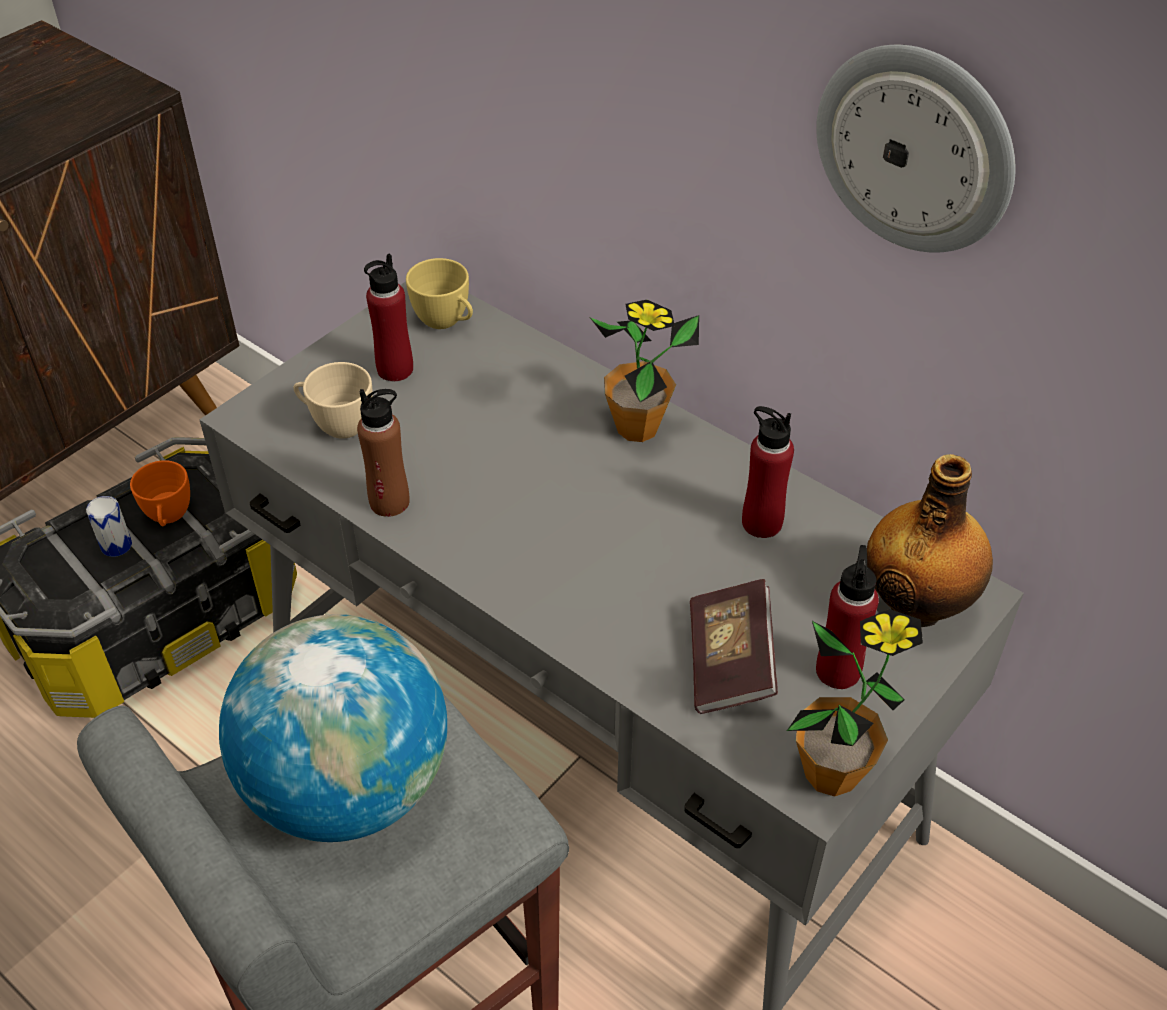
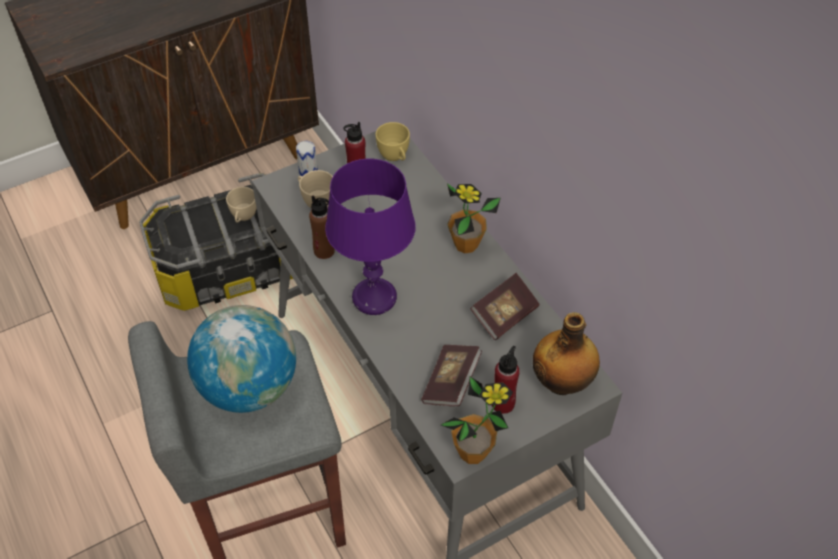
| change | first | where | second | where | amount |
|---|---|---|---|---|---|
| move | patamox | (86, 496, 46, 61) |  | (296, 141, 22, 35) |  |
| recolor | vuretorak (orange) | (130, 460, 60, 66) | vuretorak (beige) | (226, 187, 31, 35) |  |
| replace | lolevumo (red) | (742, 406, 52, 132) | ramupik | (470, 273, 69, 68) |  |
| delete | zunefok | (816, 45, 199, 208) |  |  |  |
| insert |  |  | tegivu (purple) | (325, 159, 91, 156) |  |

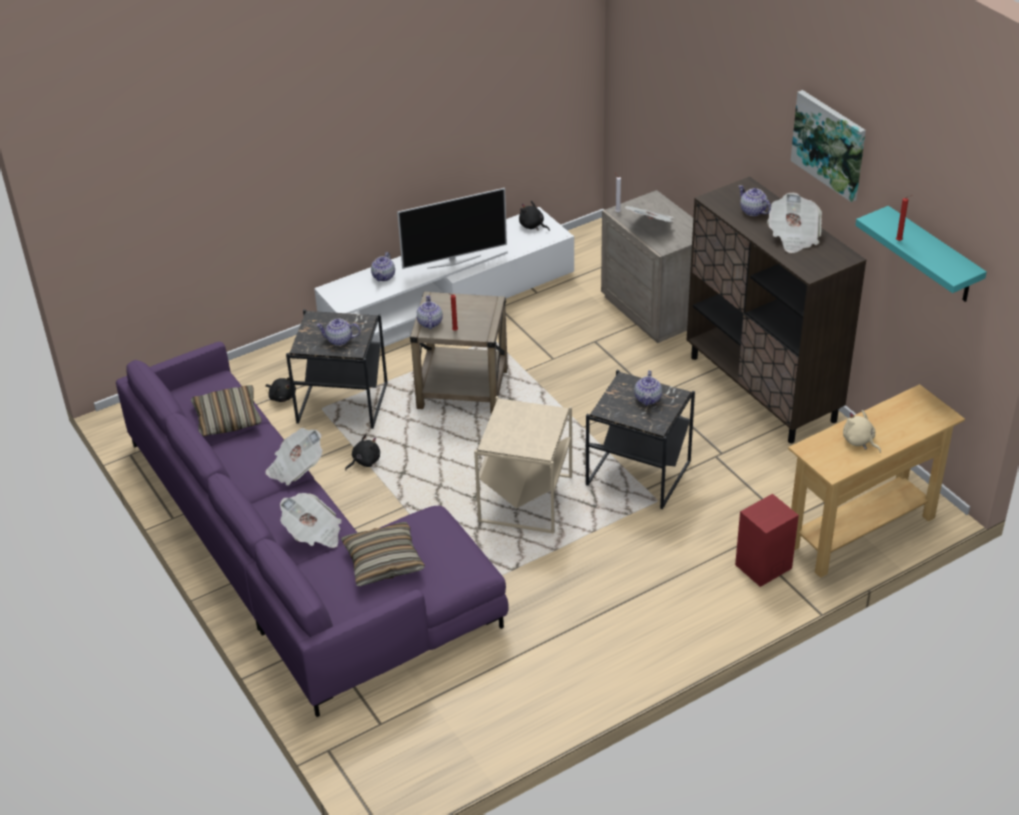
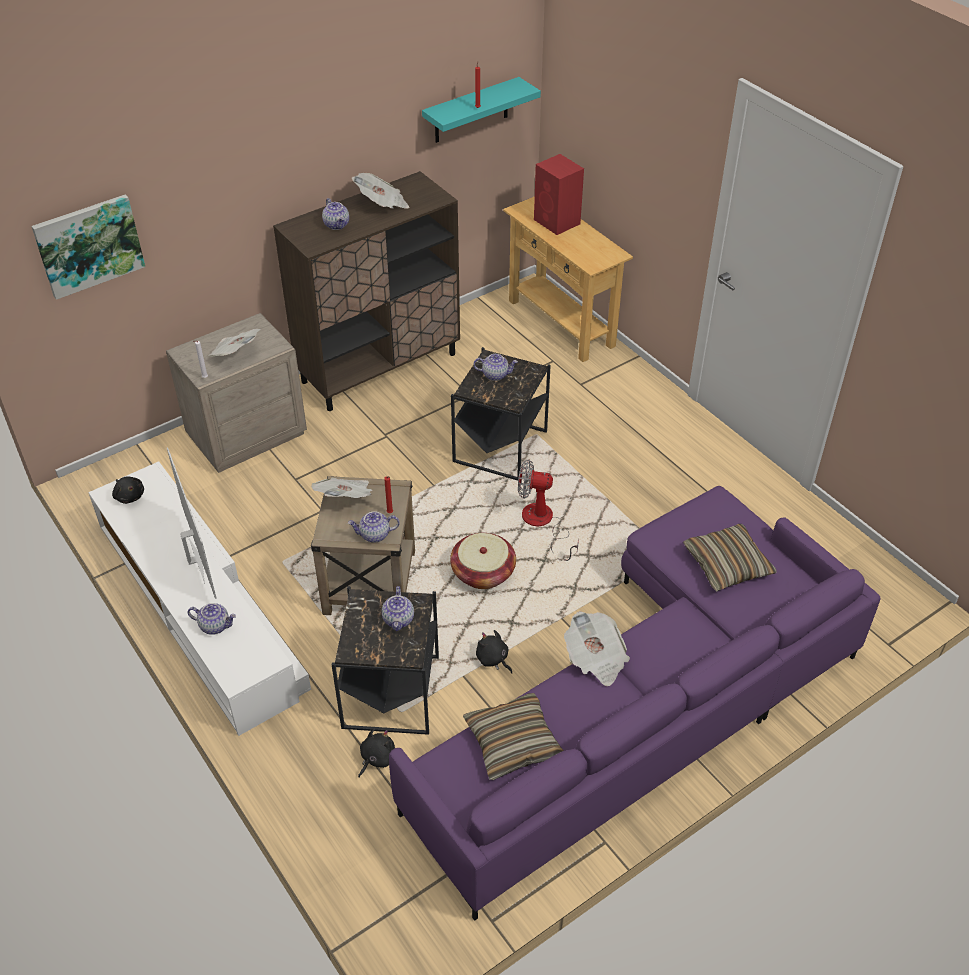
| change | first | where | second | where | amount |
|---|---|---|---|---|---|
| move | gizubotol | (280, 493, 62, 55) |  | (311, 478, 61, 20) |  |
| replace | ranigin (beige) | (474, 396, 98, 138) | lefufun | (518, 459, 61, 102) |  |
| rotate | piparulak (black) | (519, 201, 31, 30) |  | (112, 477, 32, 27) | 75 degrees counterclockwise |
| move | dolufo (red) | (735, 494, 64, 93) |  | (534, 154, 50, 81) |  |
| rotate | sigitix | (738, 185, 33, 31) |  | (322, 198, 27, 32) | 75 degrees counterclockwise |
| move | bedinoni | (791, 90, 75, 112) |  | (31, 194, 114, 106) |  |
| delete | piparulak (beige) | (843, 410, 38, 43) |  |  |  |
| insert |  |  | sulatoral | (450, 533, 66, 56) |  |

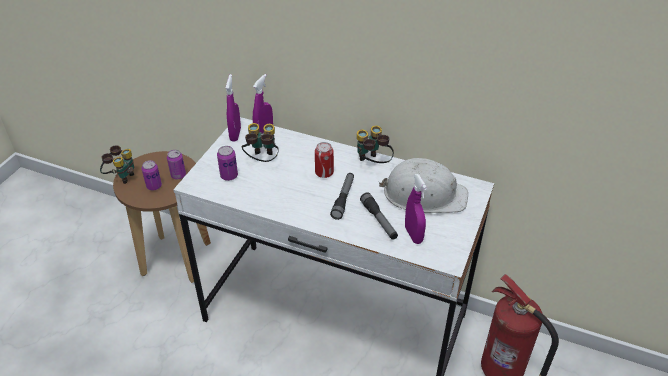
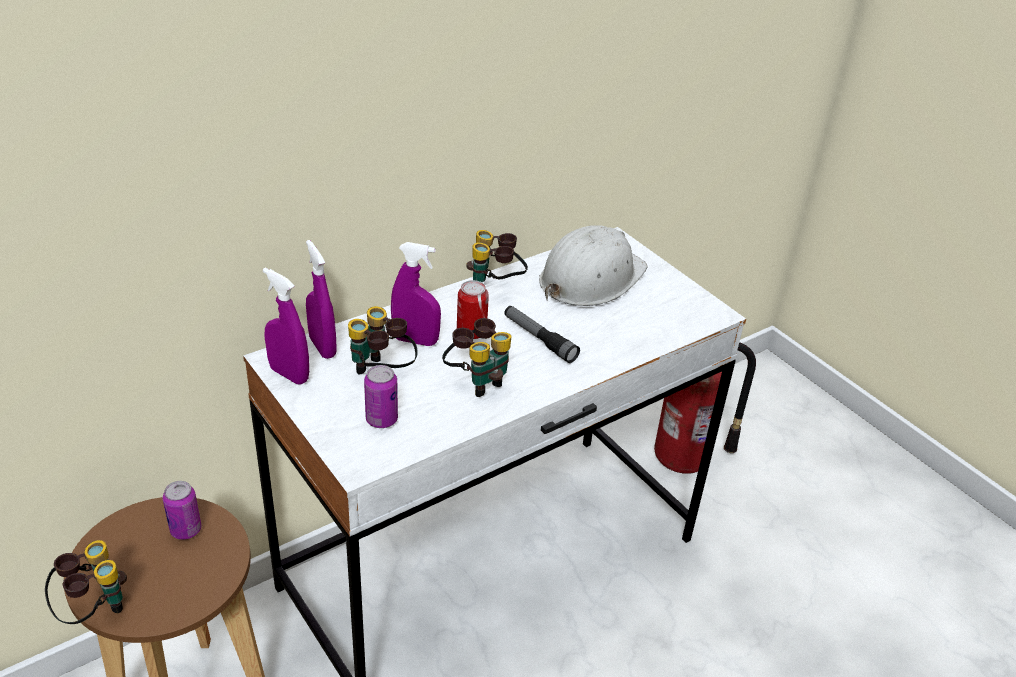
| change | first | where | second | where | amount |
|---|---|---|---|---|---|
| delete | patamox | (142, 160, 20, 30) |  |  |  |
| delete | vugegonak | (360, 192, 38, 48) |  |  |  |
| move | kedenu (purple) | (405, 174, 22, 70) |  | (391, 242, 50, 104) |  |
| insert |  |  | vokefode | (442, 318, 69, 79) |  |

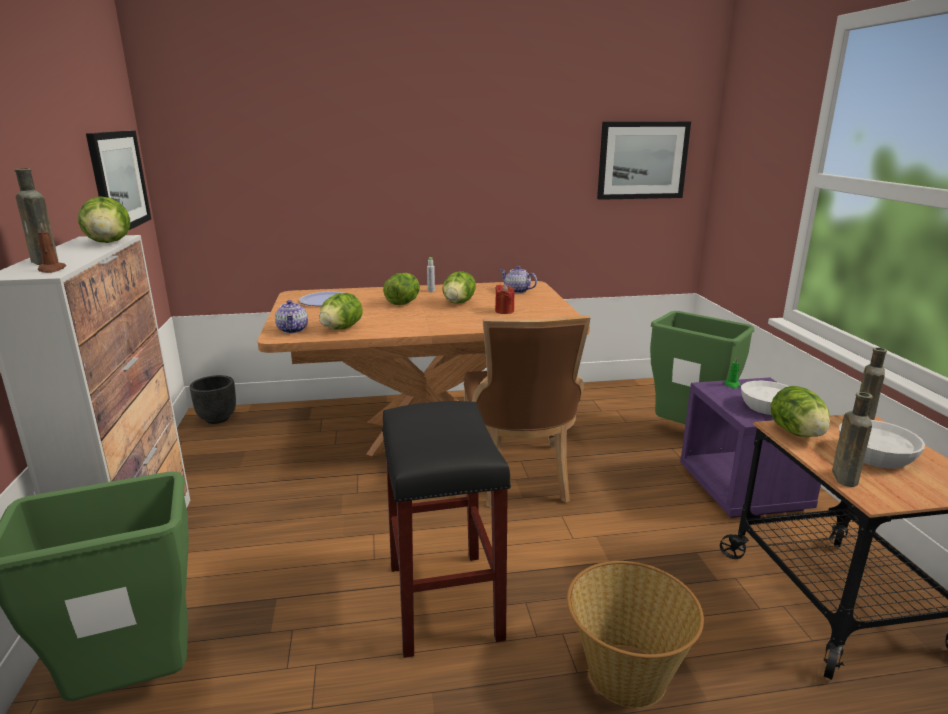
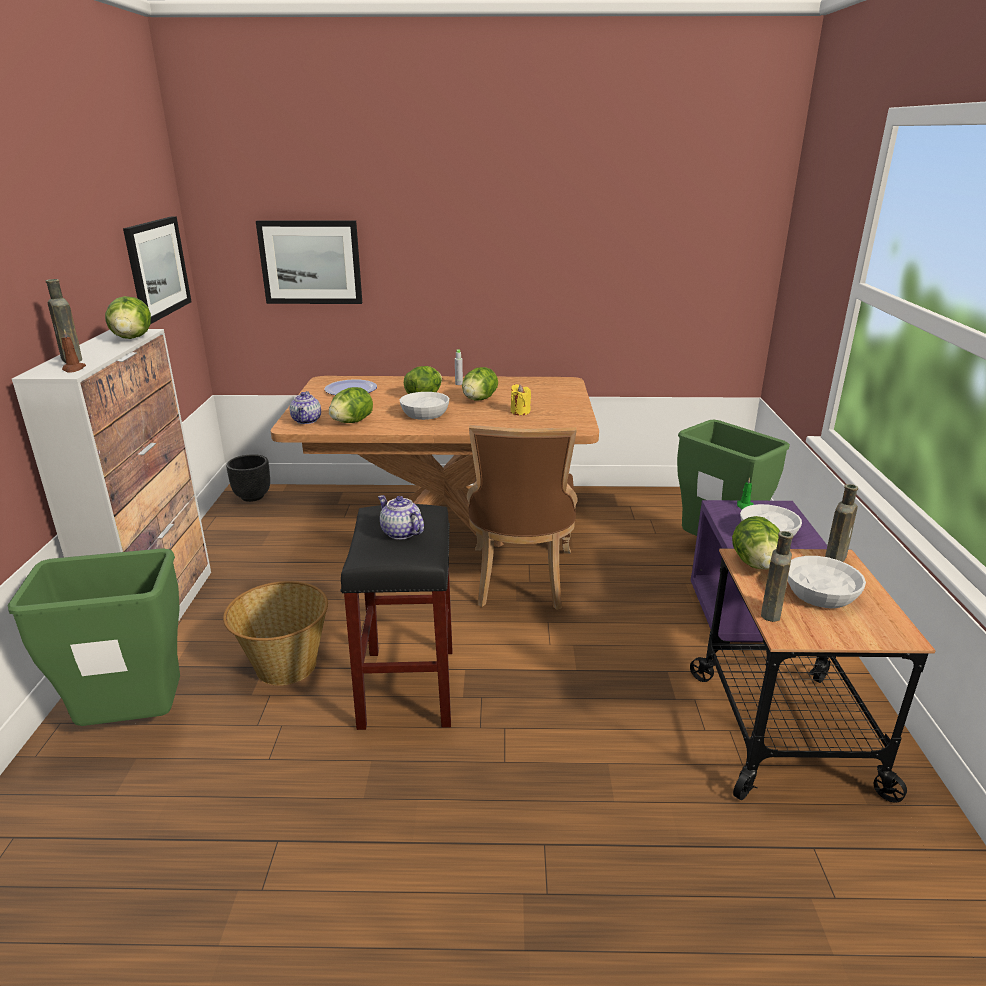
| change | first | where | second | where | amount |
|---|---|---|---|---|---|
| recolor | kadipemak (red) | (495, 284, 20, 30) | kadipemak (yellow) | (511, 384, 20, 31) |  |
| move | sigitix | (500, 266, 37, 27) |  | (378, 495, 46, 45) |  |
| move | sulatoral | (567, 561, 137, 147) |  | (223, 581, 105, 105) |  |
| move | bedinoni | (597, 122, 94, 78) |  | (256, 220, 106, 84) |  |
| insert |  |  | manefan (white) | (400, 392, 49, 28) |  |

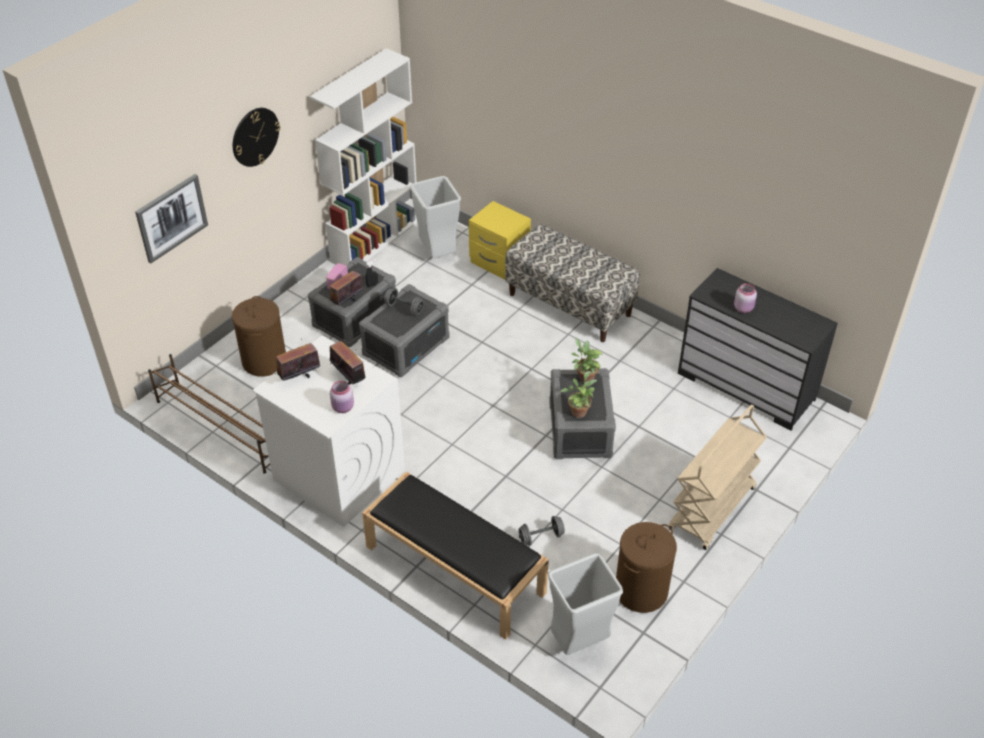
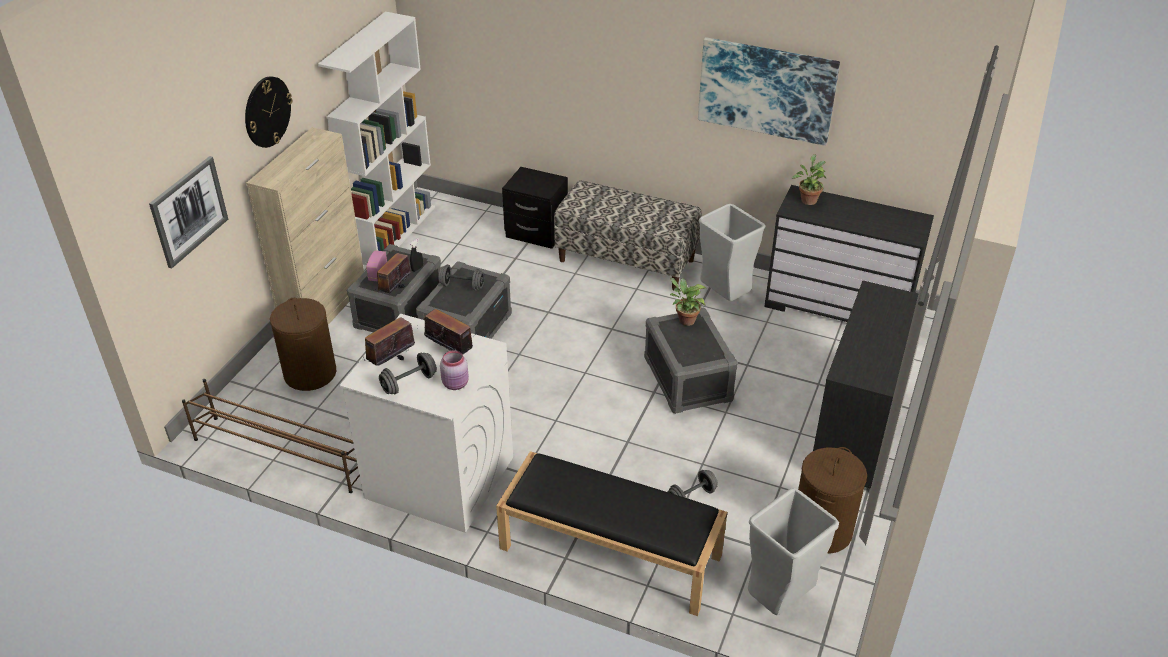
| change | first | where | second | where | amount |
|---|---|---|---|---|---|
| move | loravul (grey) | (410, 176, 51, 82) |  | (699, 204, 66, 97) |  |
| recolor | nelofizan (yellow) | (469, 201, 62, 78) | nelofizan (black) | (502, 167, 66, 82) |  |
| move | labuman | (560, 371, 37, 47) |  | (792, 154, 34, 51) |  |
| replace | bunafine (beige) | (668, 405, 99, 145) | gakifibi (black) | (813, 281, 106, 208) |  |
| delete | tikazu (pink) | (734, 283, 23, 30) |  |  |  |
| insert |  |  | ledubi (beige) | (246, 127, 118, 198) |  |
| insert |  |  | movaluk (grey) | (379, 353, 58, 41) |  |
| insert |  |  | bedinoni | (698, 37, 142, 109) |  |

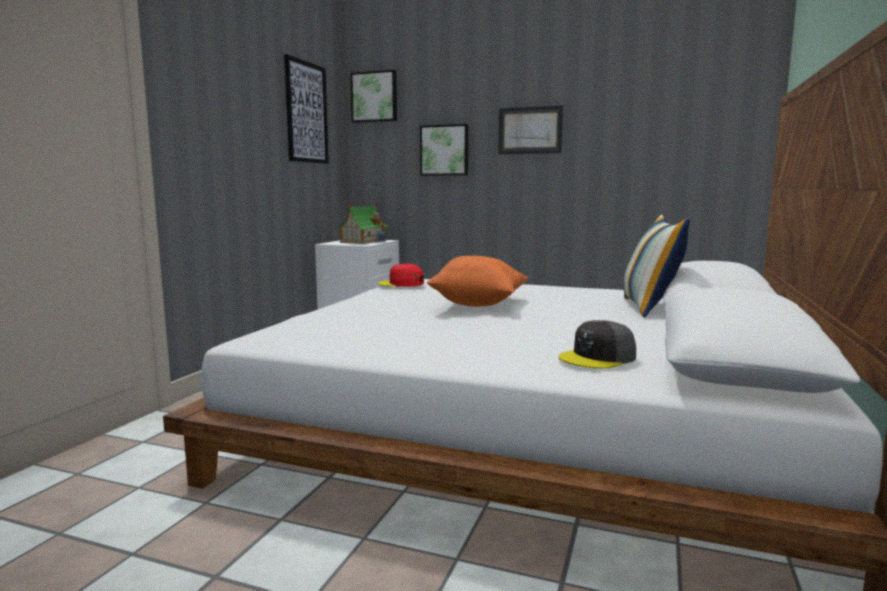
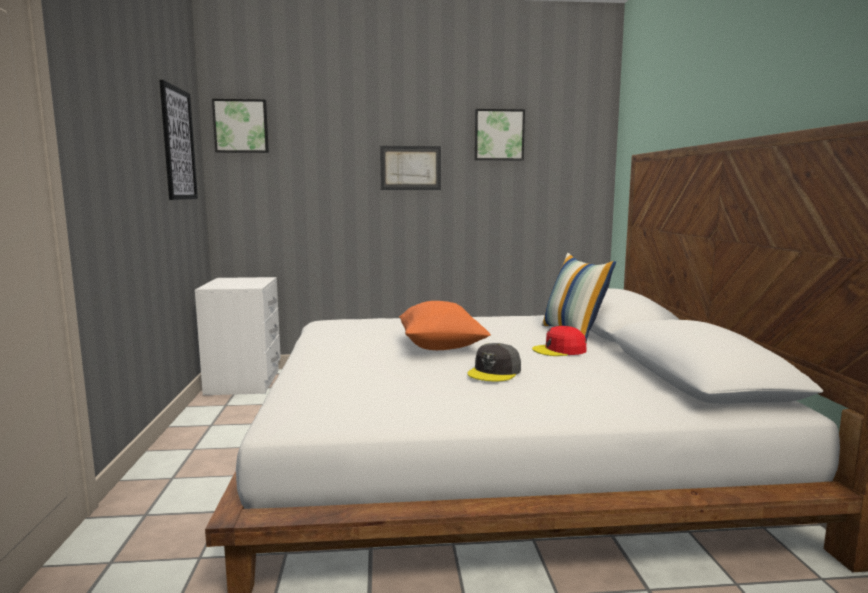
| change | first | where | second | where | amount |
|---|---|---|---|---|---|
| delete | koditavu | (336, 203, 53, 41) |  |  |  |
| move | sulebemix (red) | (378, 263, 46, 24) |  | (532, 326, 54, 30) |  |
| move | bedinoni | (420, 124, 48, 52) |  | (474, 109, 51, 51) |  |
| move | sulebemix (grey) | (558, 320, 78, 49) |  | (467, 343, 54, 38) |  |

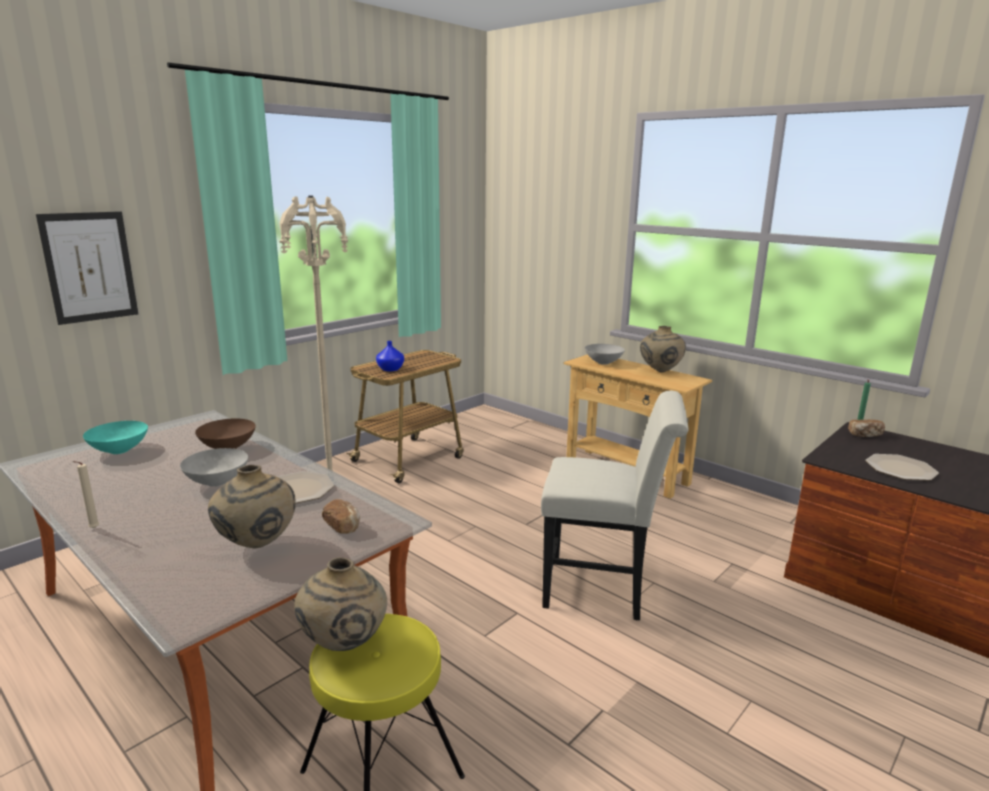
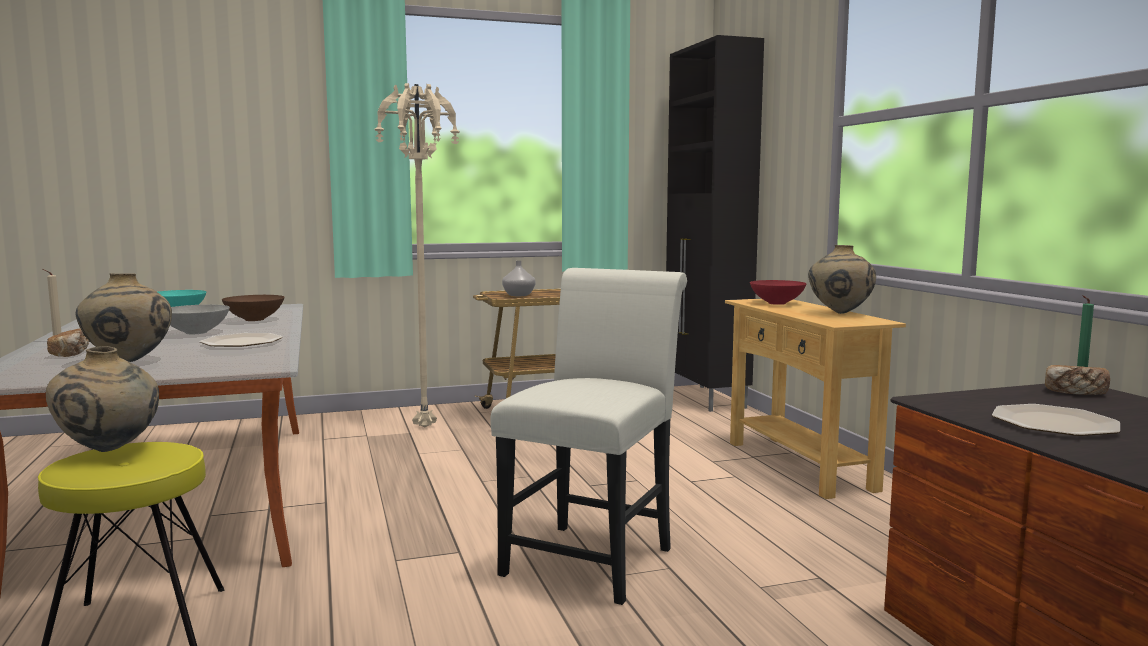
| change | first | where | second | where | amount |
|---|---|---|---|---|---|
| delete | bedinoni | (36, 211, 102, 114) |  |  |  |
| move | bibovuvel | (322, 499, 38, 35) |  | (47, 329, 43, 28) |  |
| recolor | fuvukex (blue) | (376, 341, 28, 31) | fuvukex (grey) | (502, 261, 33, 35) |  |
| rotate | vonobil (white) | (541, 391, 147, 229) |  | (490, 268, 197, 337) | 105 degrees counterclockwise |
| recolor | manefan (grey) | (585, 344, 40, 21) | manefan (red) | (750, 280, 57, 25) |  |
| insert |  |  | ledubi (black) | (666, 35, 98, 377) |  |

